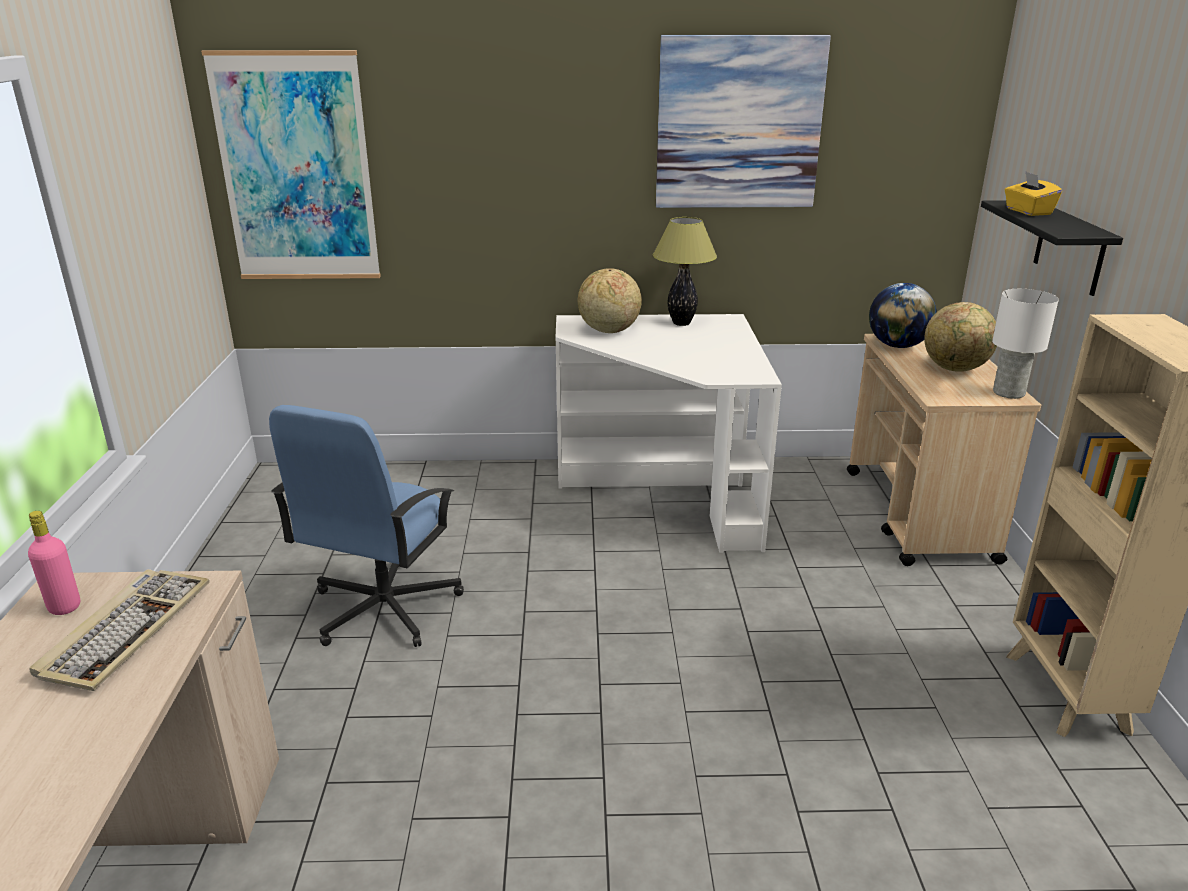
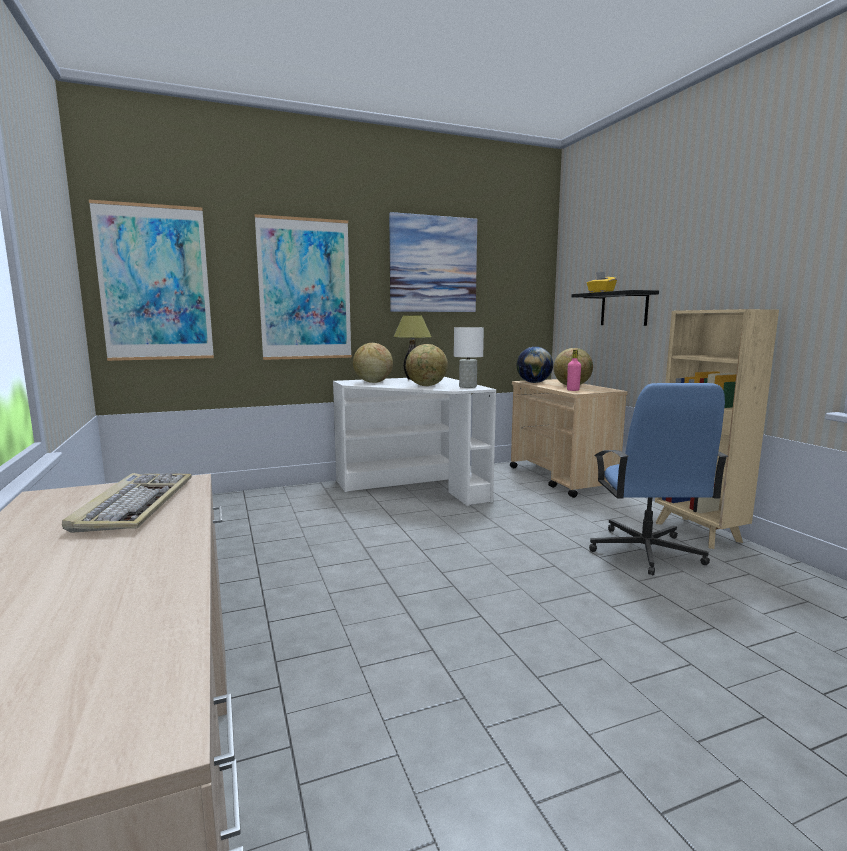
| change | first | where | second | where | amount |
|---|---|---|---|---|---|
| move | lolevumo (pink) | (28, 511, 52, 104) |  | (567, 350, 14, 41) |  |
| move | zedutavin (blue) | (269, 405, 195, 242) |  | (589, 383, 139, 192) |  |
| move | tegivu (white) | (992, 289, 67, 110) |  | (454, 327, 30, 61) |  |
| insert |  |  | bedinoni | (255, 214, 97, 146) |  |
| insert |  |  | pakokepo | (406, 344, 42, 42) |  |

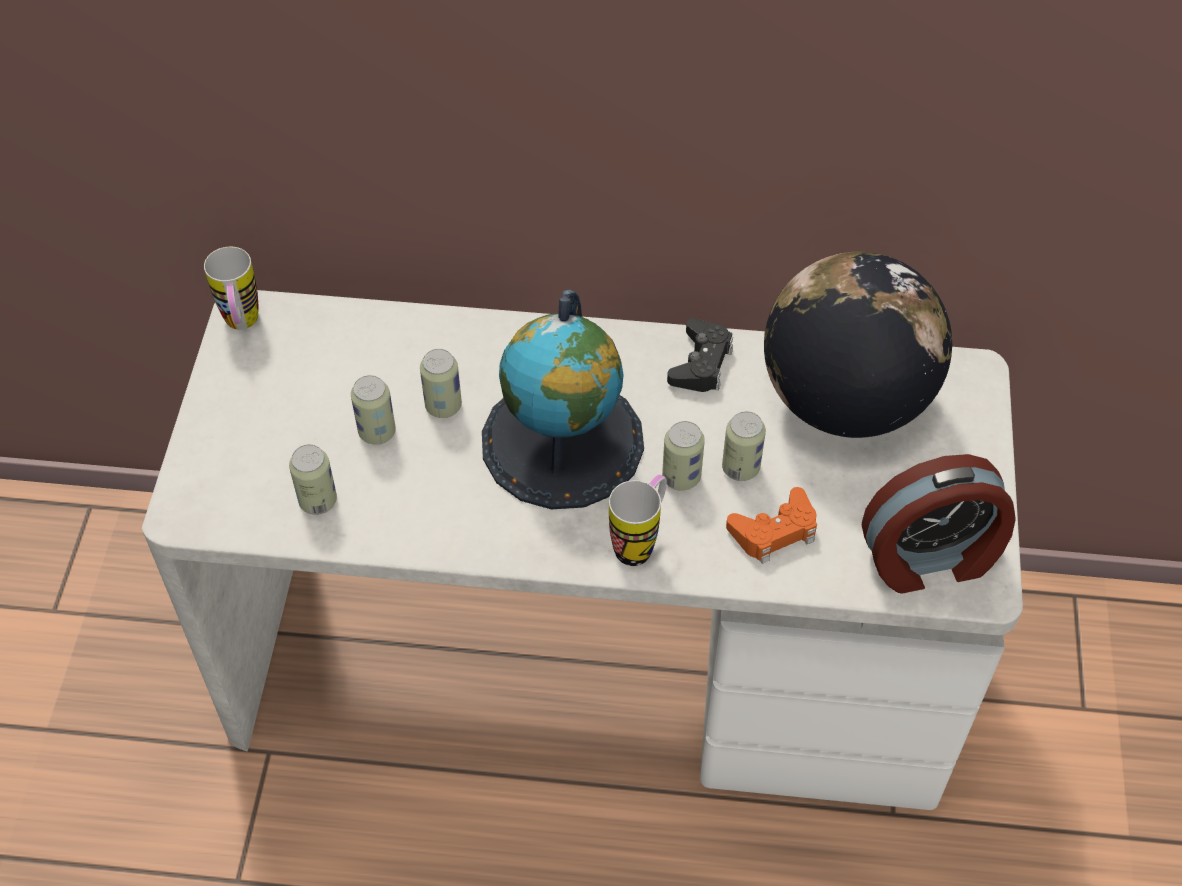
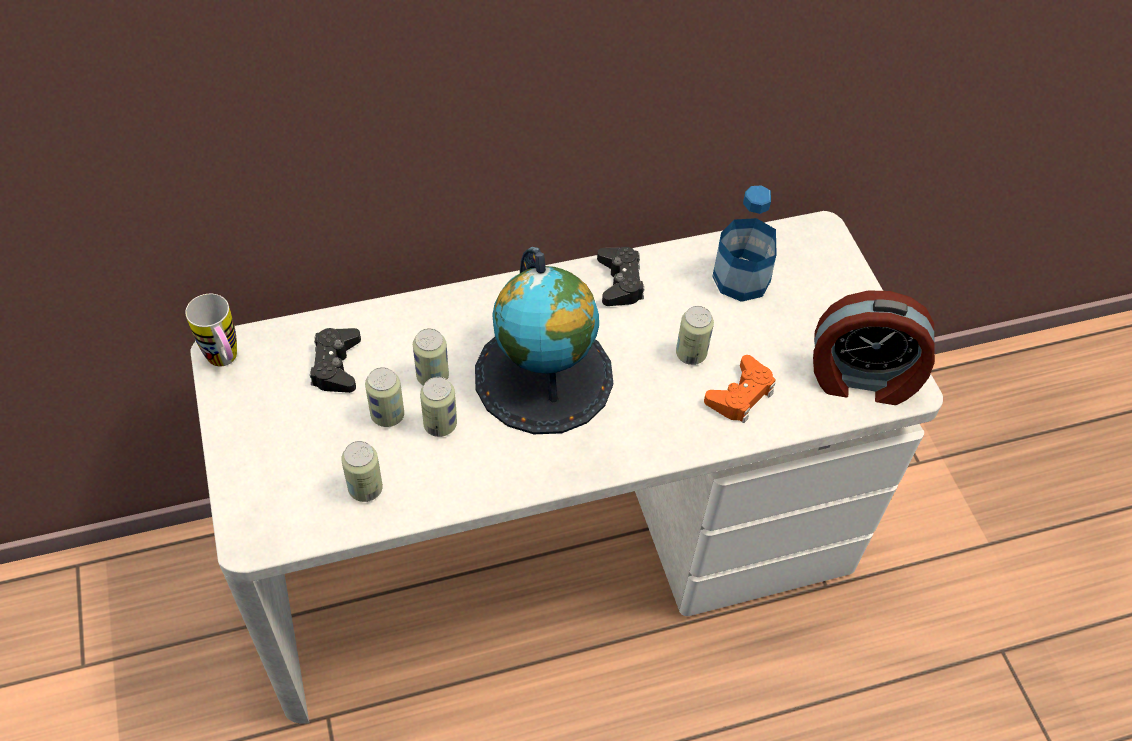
| change | first | where | second | where | amount |
|---|---|---|---|---|---|
| delete | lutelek | (609, 474, 58, 92) |  |  |  |
| move | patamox | (662, 421, 43, 70) |  | (420, 377, 37, 60) |  |
| replace | pakokepo | (764, 252, 188, 186) | lolevumo | (712, 185, 65, 117) |  |
| rotate | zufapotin | (862, 454, 154, 140) |  | (813, 290, 122, 115) | 45 degrees clockwise |
| insert |  |  | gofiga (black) | (310, 328, 51, 65) |  |

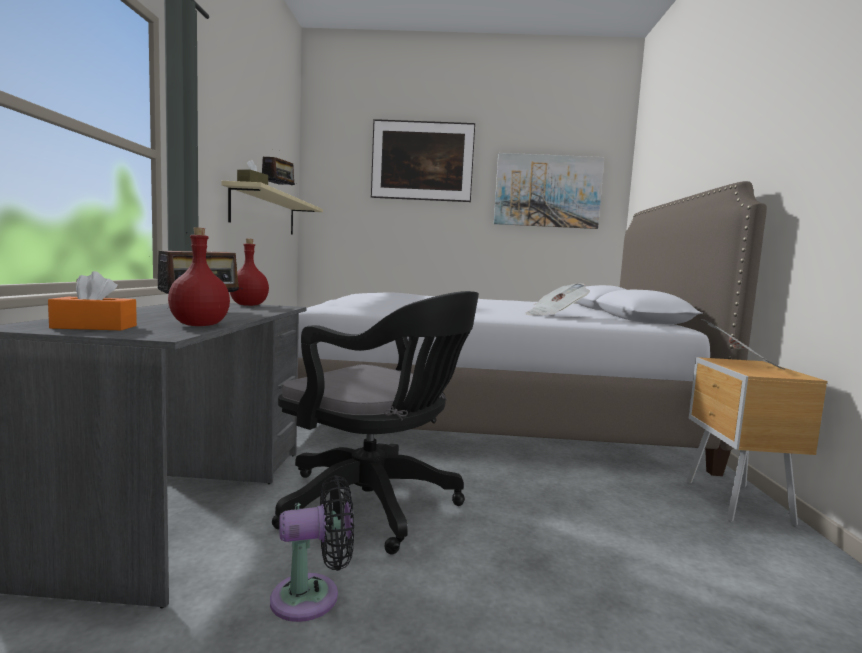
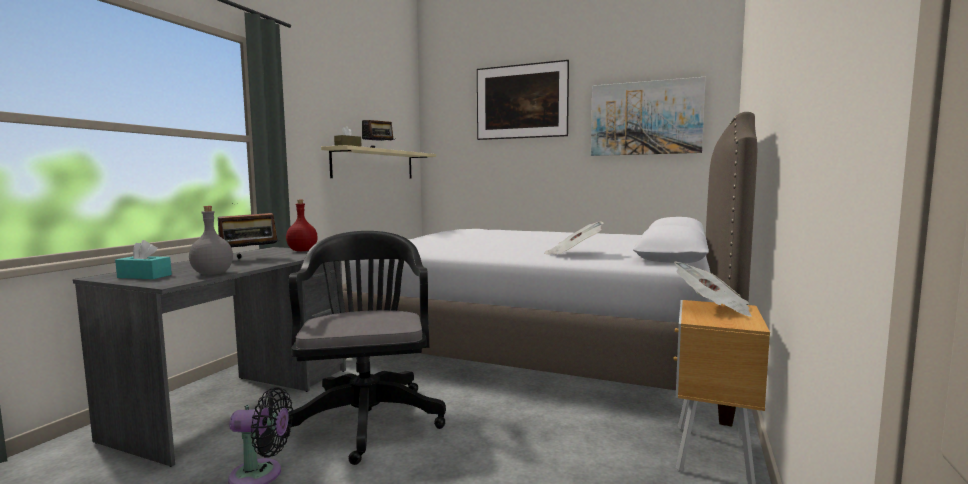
| change | first | where | second | where | amount |
|---|---|---|---|---|---|
| recolor | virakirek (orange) | (48, 271, 89, 59) | virakirek (turquoise) | (115, 240, 57, 39) |  |
| recolor | lolevumo (red) | (168, 227, 62, 99) | lolevumo (grey) | (189, 206, 44, 69) |  |
| rotate | zedutavin (black) | (272, 291, 207, 263) |  | (284, 231, 162, 234) | 150 degrees counterclockwise |

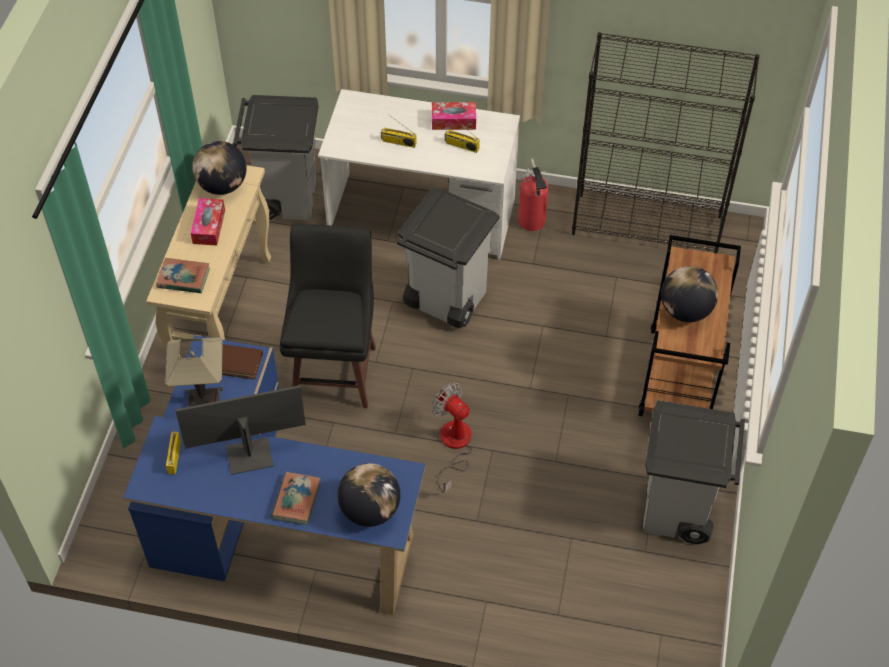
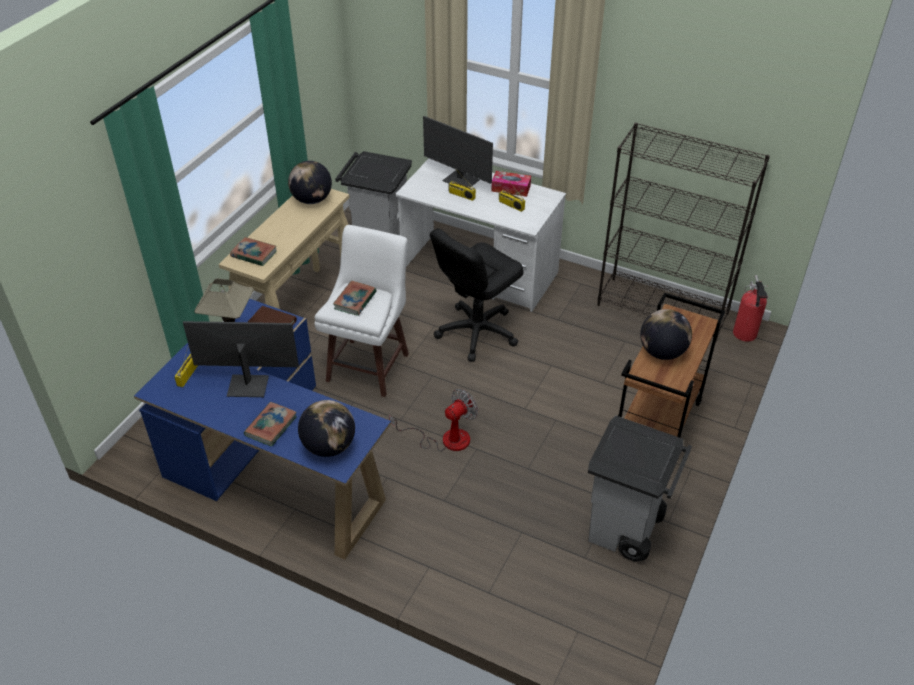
| change | first | where | second | where | amount |
|---|---|---|---|---|---|
| delete | virakirek | (191, 198, 34, 48) |  |  |  |
| recolor | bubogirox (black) | (280, 224, 96, 184) | bubogirox (white) | (314, 225, 95, 172) |  |
| replace | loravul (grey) | (397, 187, 102, 141) | zedutavin (black) | (430, 228, 94, 134) |  |
| rotate | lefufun | (431, 383, 42, 110) |  | (389, 389, 89, 62) | 75 degrees clockwise |
| move | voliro | (518, 159, 30, 72) |  | (733, 275, 35, 66) |  |
| insert |  |  | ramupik | (333, 281, 43, 35) |  |
| insert |  |  | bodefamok | (423, 116, 70, 71) |  |

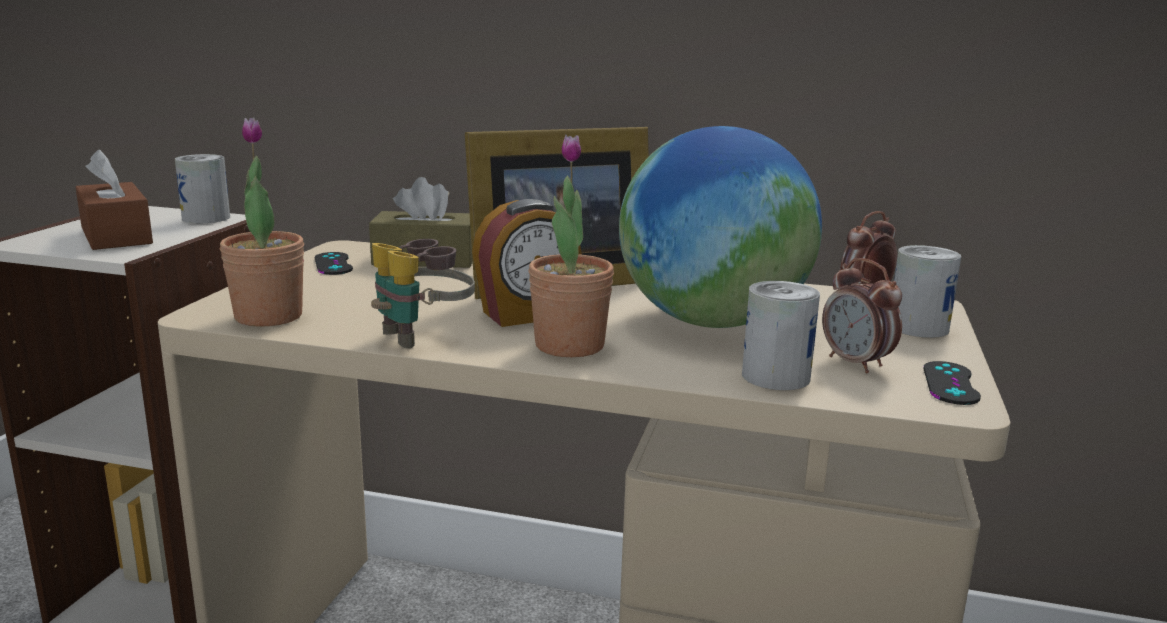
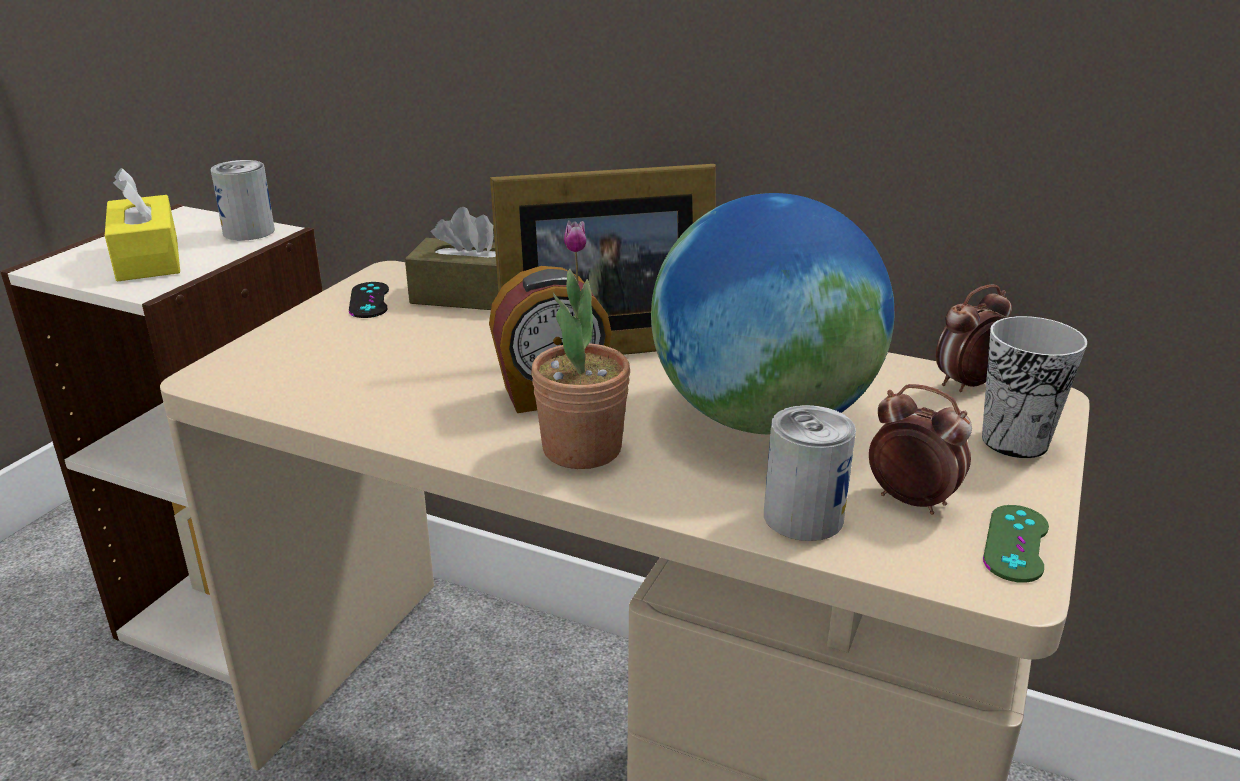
| change | first | where | second | where | amount |
|---|---|---|---|---|---|
| recolor | virakirek (brown) | (75, 149, 78, 101) | virakirek (yellow) | (105, 168, 75, 113) |  |
| delete | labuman | (220, 118, 84, 209) |  |  |  |
| delete | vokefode | (371, 239, 104, 110) |  |  |  |
| rotate | zufapotin | (822, 258, 80, 115) |  | (869, 384, 103, 131) | 150 degrees clockwise |
| replace | patamox | (894, 245, 67, 93) | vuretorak | (982, 316, 105, 142) |  |
| recolor | gofiga (black) | (923, 361, 58, 44) | gofiga (green) | (983, 505, 66, 78) |  |

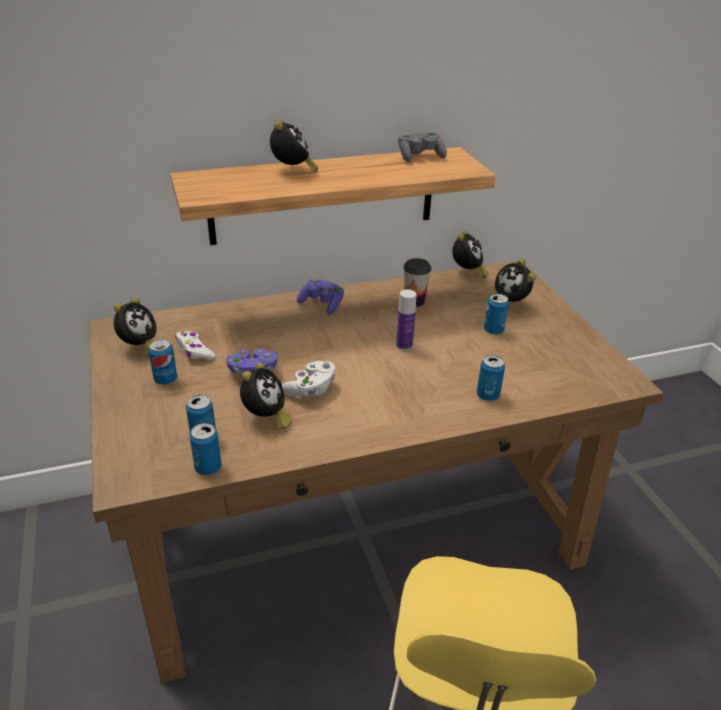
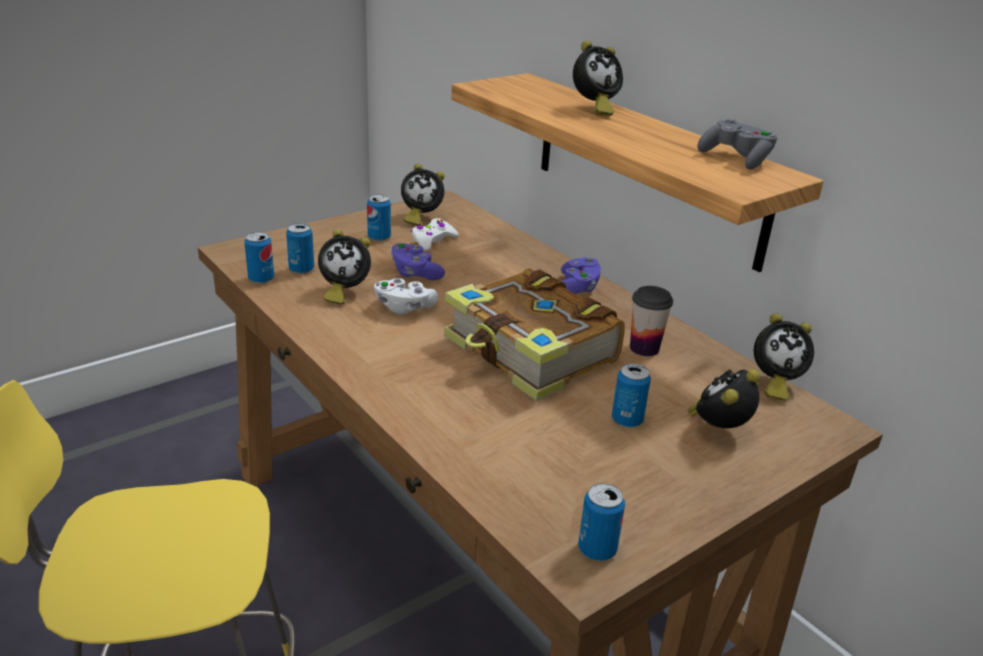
| change | first | where | second | where | amount |
|---|---|---|---|---|---|
| replace | lolevumo | (396, 289, 21, 61) | ramupik | (444, 268, 181, 133) |  |
| move | patamox | (477, 355, 28, 46) |  | (578, 483, 47, 78) |  |

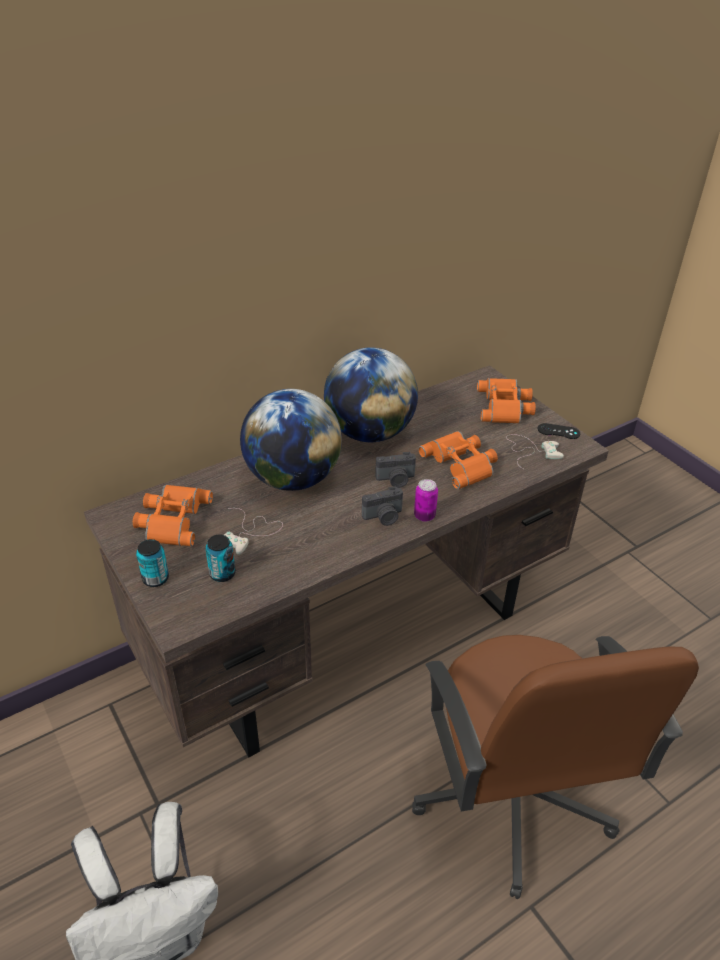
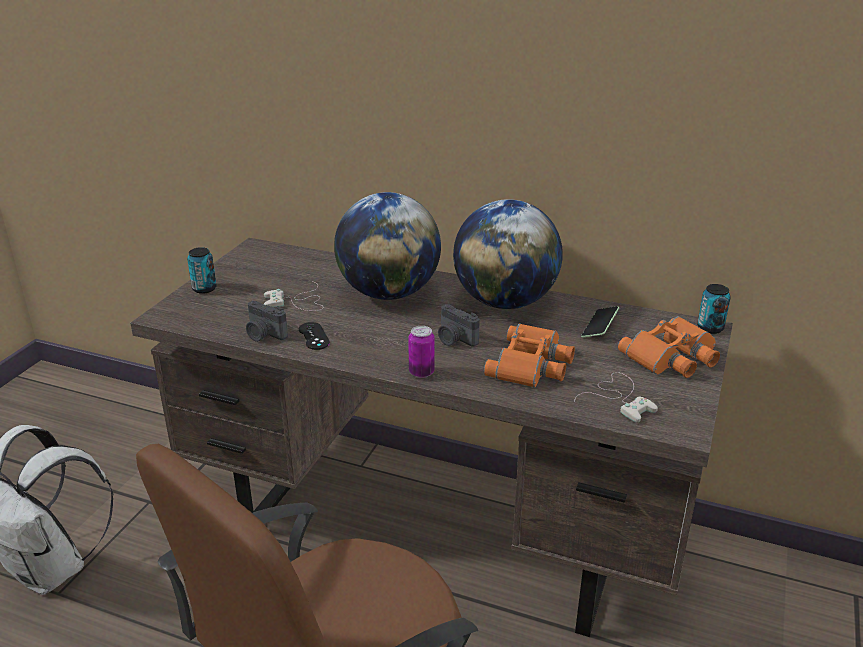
| change | first | where | second | where | amount |
|---|---|---|---|---|---|
| delete | vokefode (orange) | (133, 485, 80, 61) |  |  |  |
| move | patamox | (205, 534, 31, 48) |  | (697, 284, 34, 50) |  |
| move | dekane | (362, 486, 41, 40) |  | (246, 301, 42, 41) |  |
| move | gofiga (black) | (538, 423, 42, 16) |  | (299, 322, 31, 28) |  |
| insert |  |  | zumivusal | (581, 306, 38, 32) |  |

